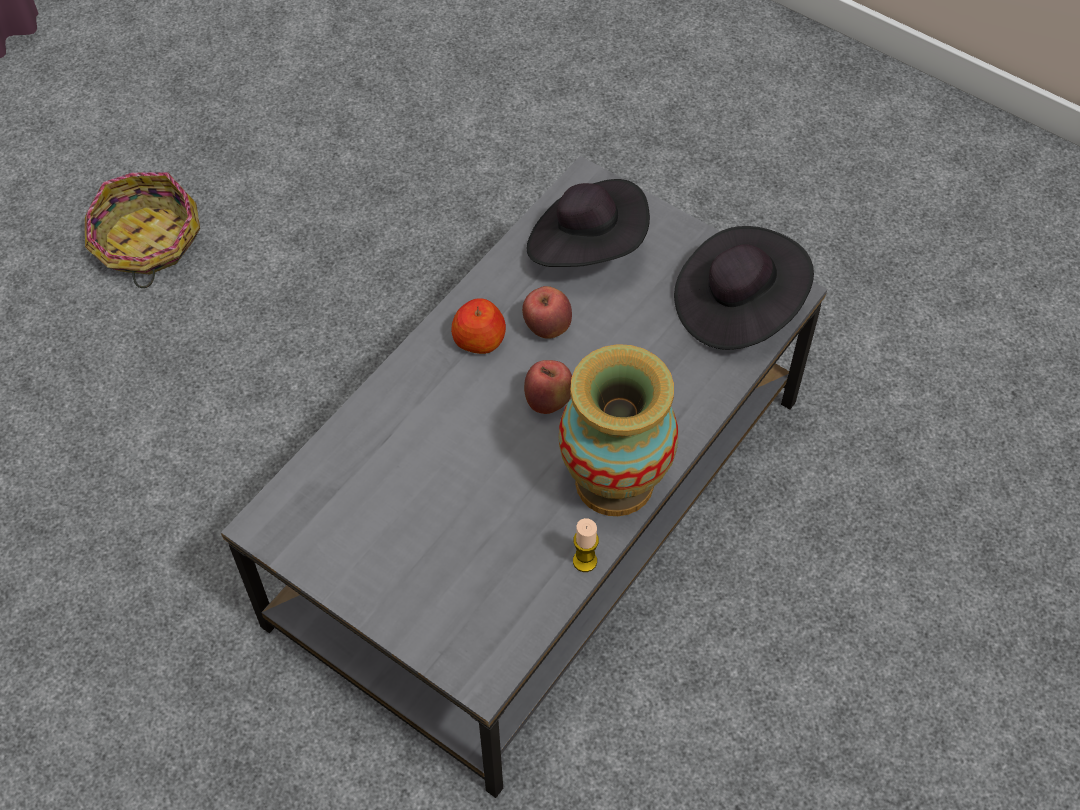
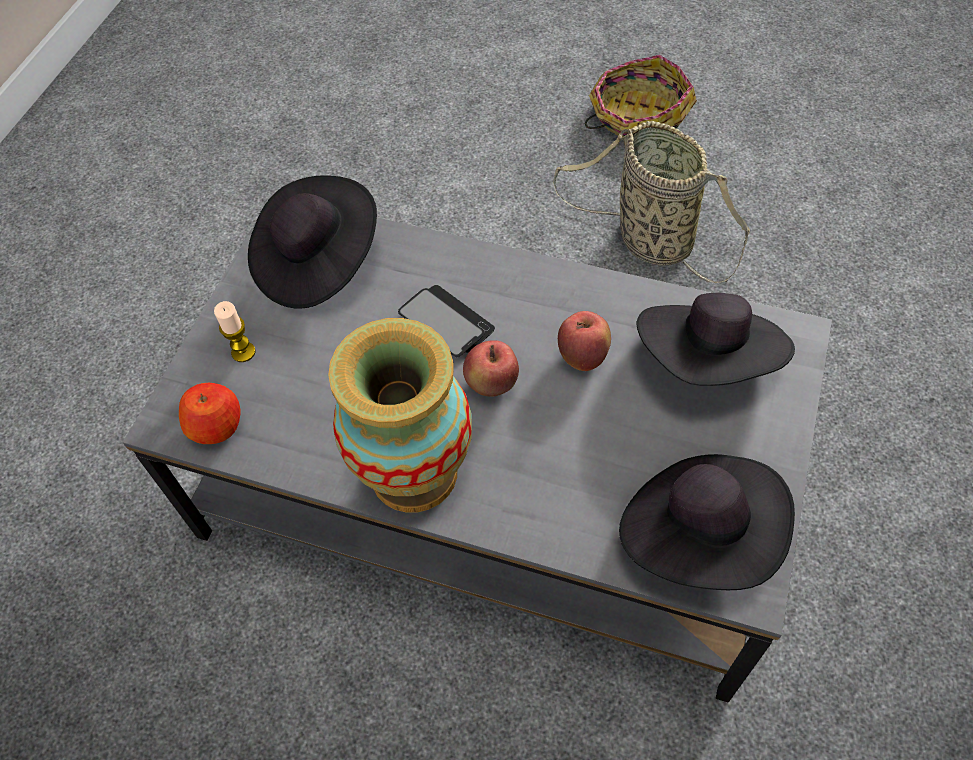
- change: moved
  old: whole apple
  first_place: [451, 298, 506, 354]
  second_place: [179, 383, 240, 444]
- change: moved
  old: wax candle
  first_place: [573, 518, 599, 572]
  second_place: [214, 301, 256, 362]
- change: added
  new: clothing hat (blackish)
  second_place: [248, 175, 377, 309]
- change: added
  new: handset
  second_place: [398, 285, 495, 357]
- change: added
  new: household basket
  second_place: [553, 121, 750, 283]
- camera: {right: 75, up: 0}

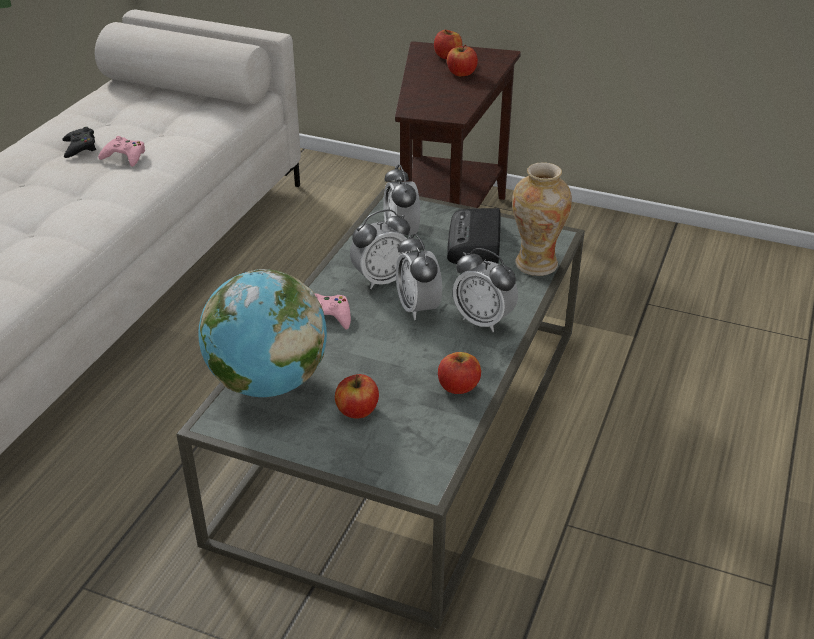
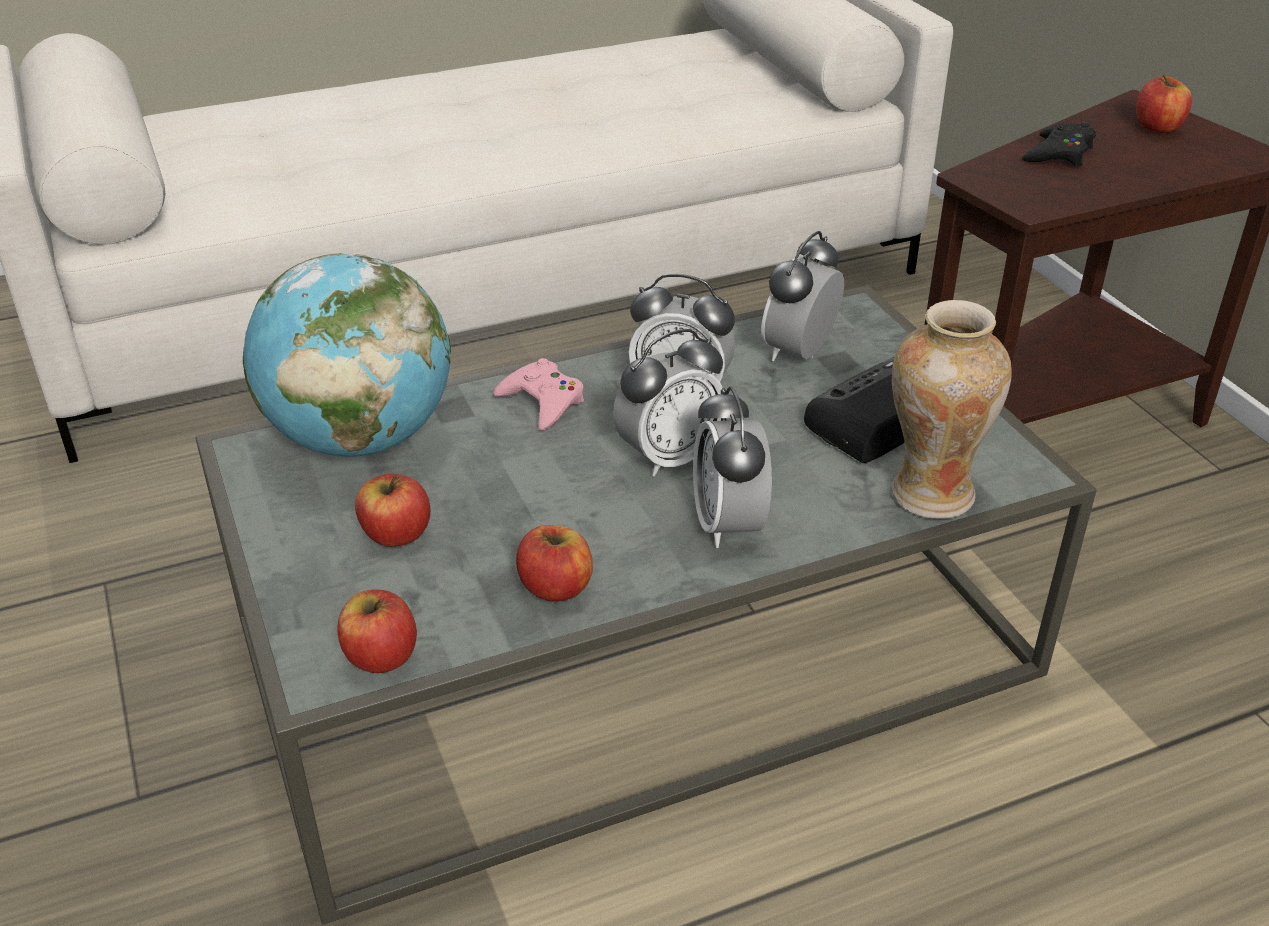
- change: moved
  old: joypad (blackish)
  first_place: [62, 127, 96, 158]
  second_place: [1022, 122, 1096, 166]
- change: removed
  old: joypad (pink-coloured)
  first_place: [98, 136, 145, 167]
- change: turned
  old: bedside clock
  first_place: [396, 234, 442, 320]
  second_place: [613, 329, 723, 477]
  degrees: -150
- change: moved
  old: whole apple
  first_place: [447, 44, 478, 76]
  second_place: [338, 589, 417, 673]
- camera: {right: 45, up: 0}

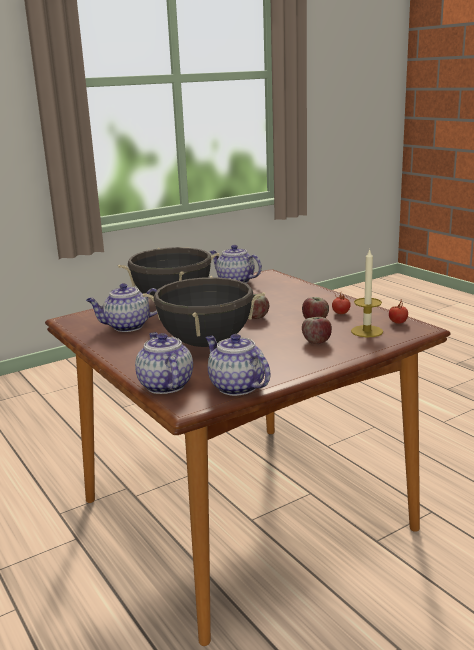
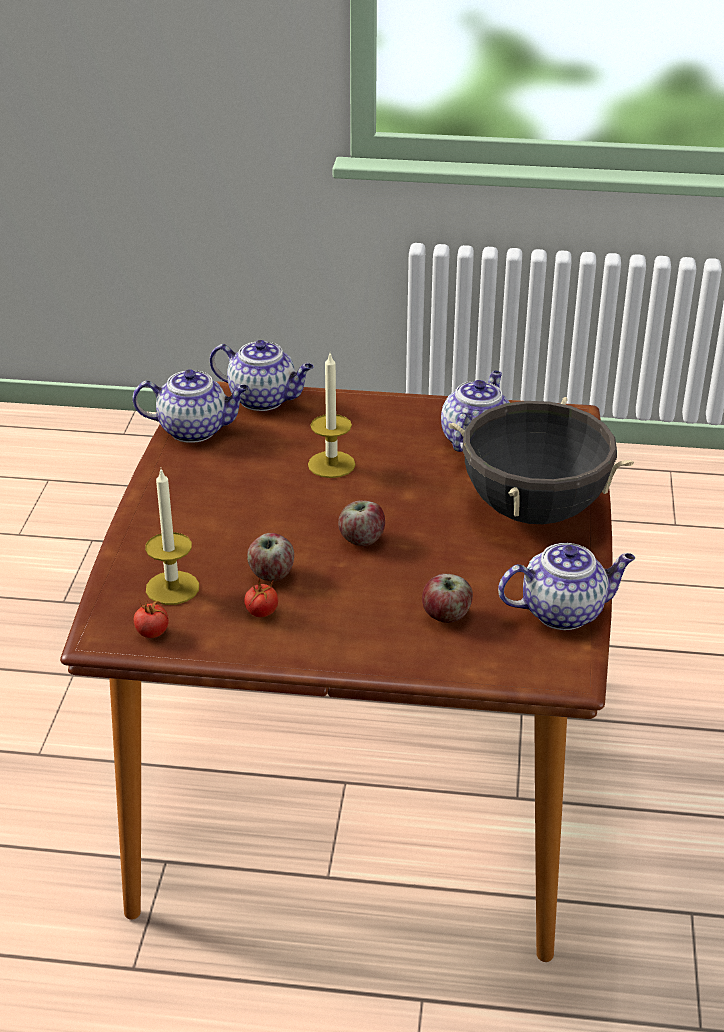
- change: replaced
  old: stockpot (blackish)
  new: wax candle
  first_place: [143, 276, 265, 347]
  second_place: [308, 354, 356, 478]
- change: moved
  old: whole apple
  first_place: [302, 317, 332, 344]
  second_place: [422, 574, 473, 623]
- camera: {right: 130, up: 15}

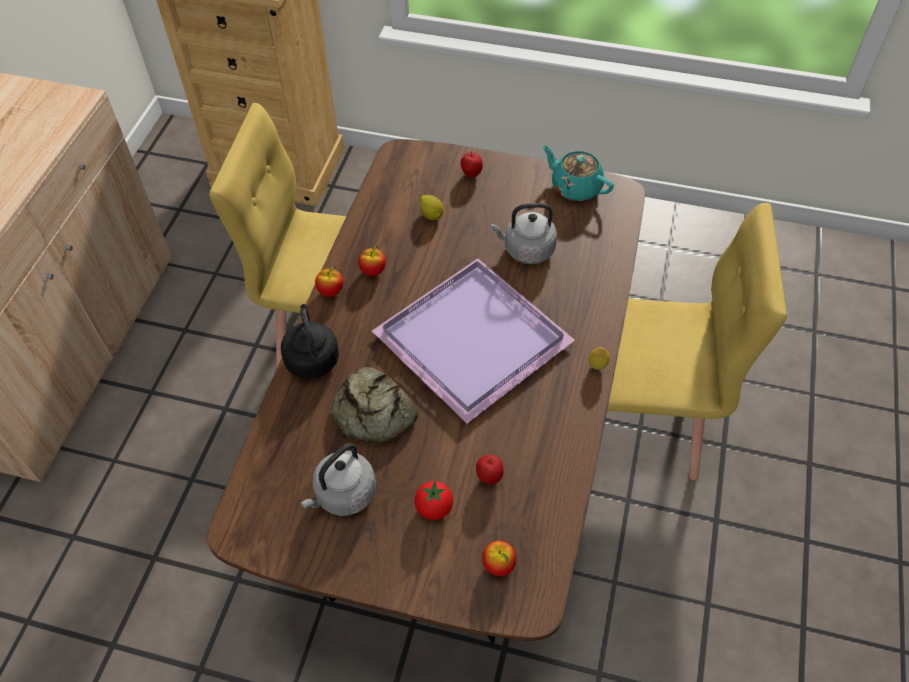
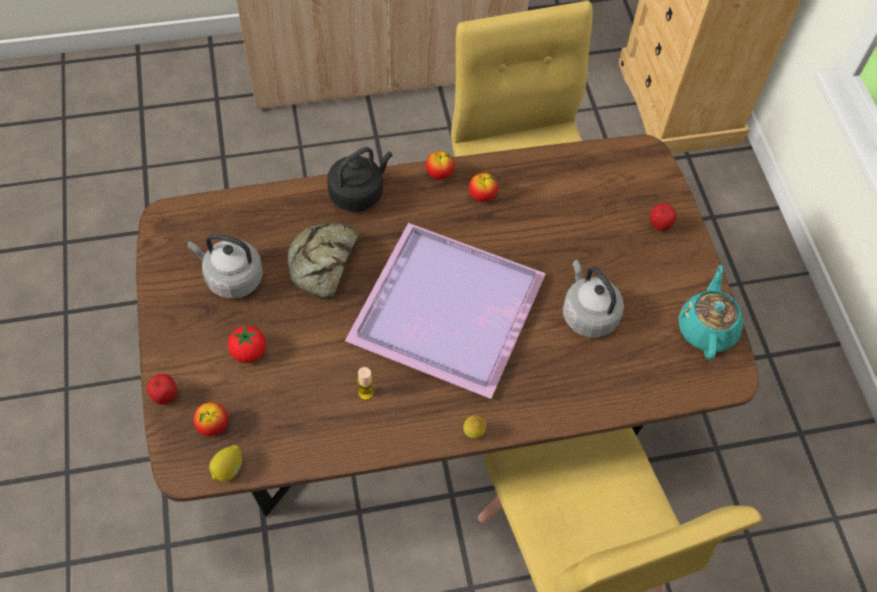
- change: moved
  old: citrus fruit
  first_place: [420, 195, 444, 220]
  second_place: [209, 445, 242, 482]
- change: moved
  old: whole apple
  first_place: [476, 455, 504, 485]
  second_place: [147, 374, 177, 405]
- change: added
  new: wax candle
  second_place: [357, 367, 374, 400]
- camera: {right: 60, up: 5}

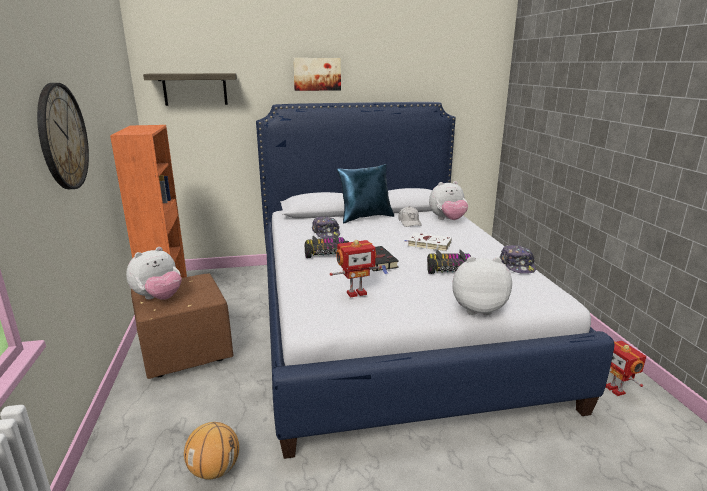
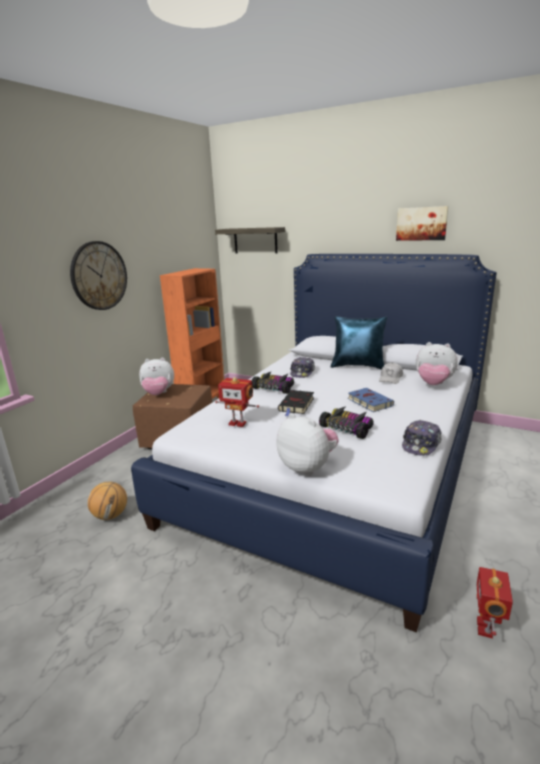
- change: moved
  old: picture
  first_place: [293, 58, 341, 91]
  second_place: [396, 206, 448, 241]
- change: recoloured
  old: volume (white-coloured)
  new: volume (blue)
  first_place: [405, 232, 452, 252]
  second_place: [348, 388, 394, 412]
- camera: {right: 40, up: 0}

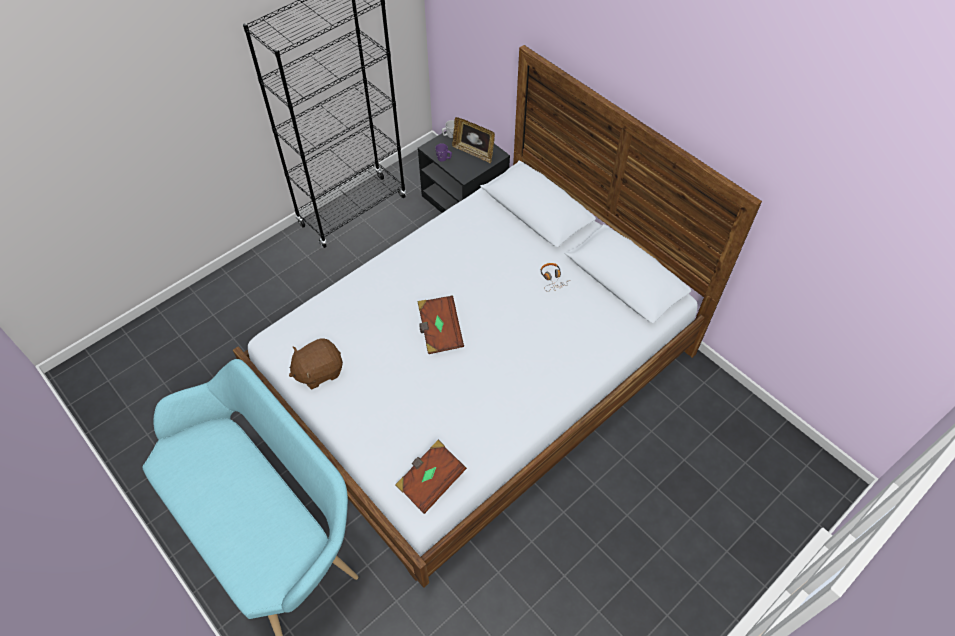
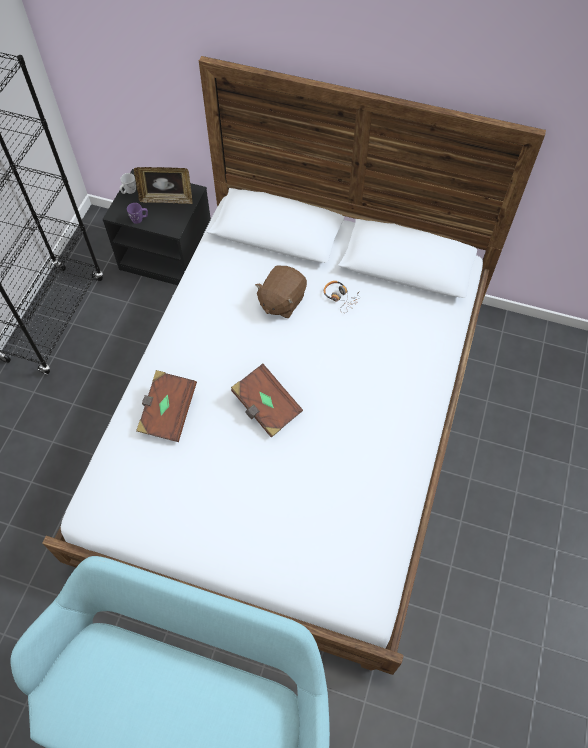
- change: moved
  old: cuddly toy (brownish)
  first_place: [289, 338, 343, 389]
  second_place: [255, 265, 307, 318]
- change: moved
  old: volume (brownish)
  first_place: [395, 440, 467, 514]
  second_place: [136, 370, 197, 442]
- camera: {right: -30, up: 5}

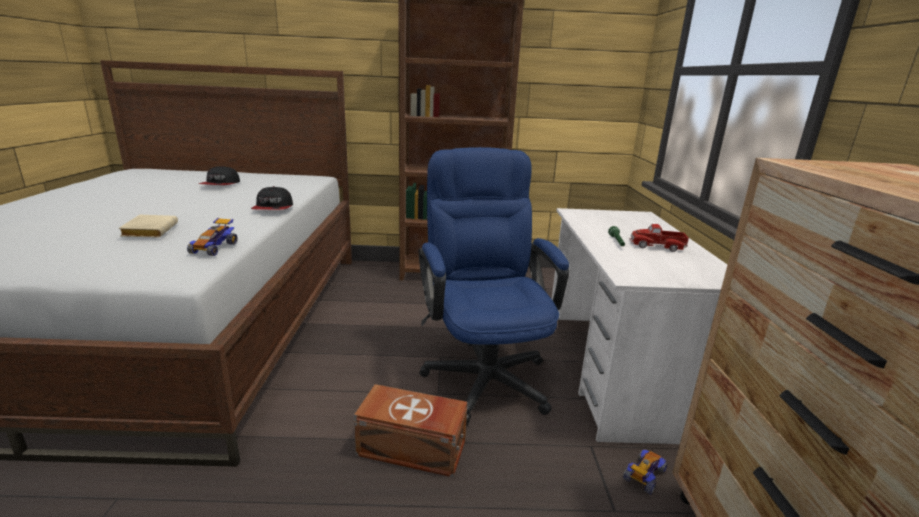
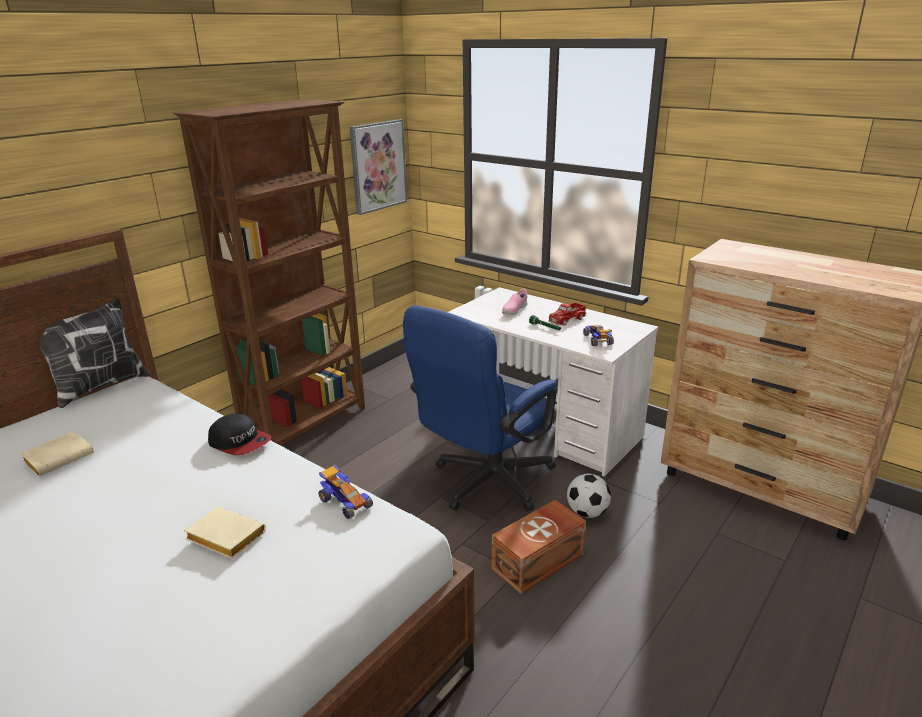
- change: replaced
  old: peaked cap
  new: volume (beige)
  first_place: [199, 166, 240, 185]
  second_place: [20, 431, 93, 476]
- change: turned
  old: office chair (blue)
  first_place: [419, 147, 569, 425]
  second_place: [403, 305, 557, 512]
  degrees: -75
- change: moved
  old: miniature car
  first_place: [623, 449, 668, 494]
  second_place: [583, 325, 614, 346]
- change: added
  new: pillow
  second_place: [40, 298, 150, 408]
- change: added
  new: picture
  second_place: [349, 119, 407, 215]
- change: added
  new: low shoe (pink-coloured)
  second_place: [502, 289, 527, 315]
- change: added
  new: football ball
  second_place: [567, 474, 611, 518]
- camera: {right: -50, up: 5}

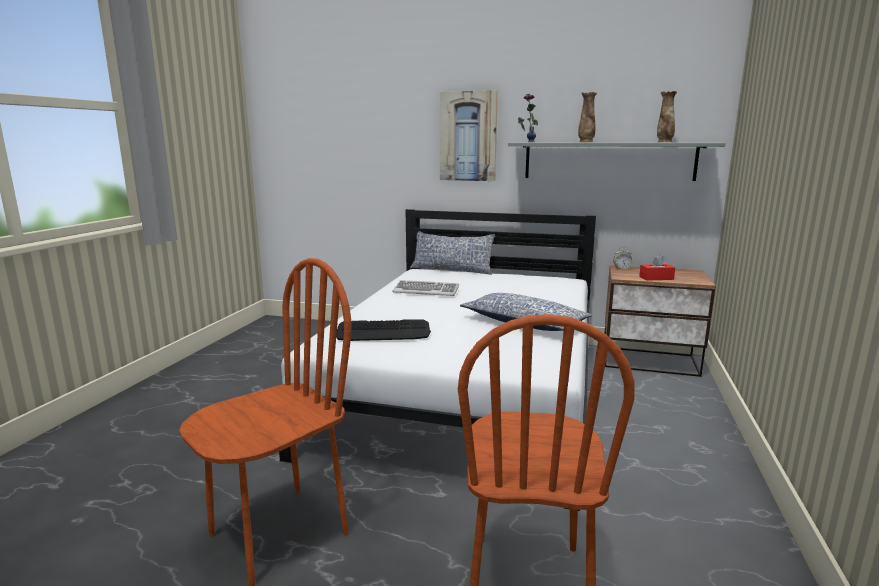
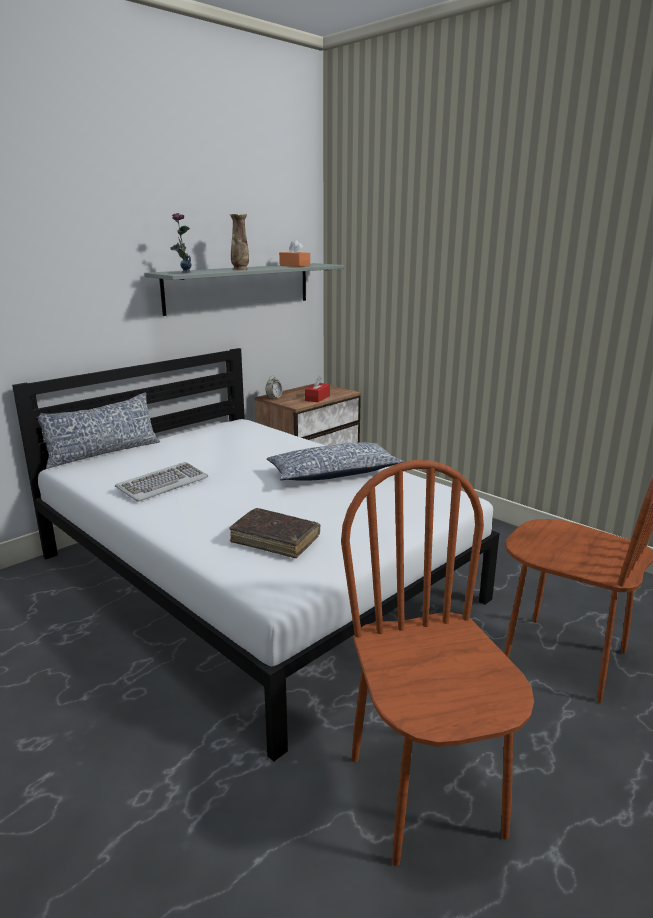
- change: replaced
  old: keyboard
  new: volume (brownish)
  first_place: [336, 320, 431, 341]
  second_place: [229, 508, 320, 558]
- change: removed
  old: picture
  first_place: [440, 90, 498, 181]
- change: replaced
  old: vase
  new: tissue holder (orange-coloured)
  first_place: [657, 91, 678, 142]
  second_place: [279, 239, 310, 267]
- camera: {right: -60, up: 5}

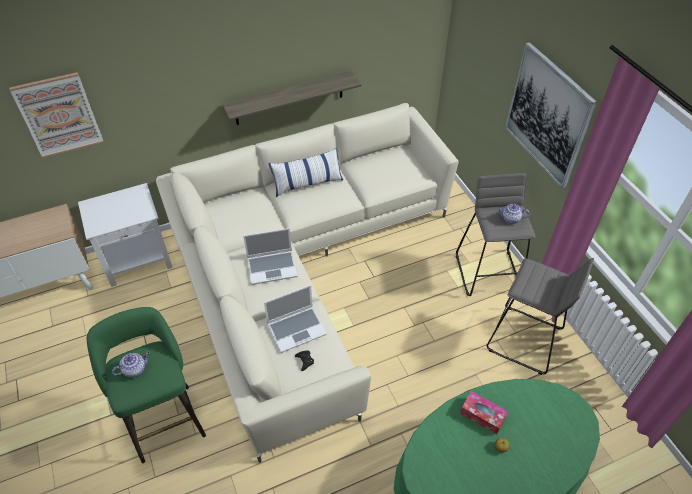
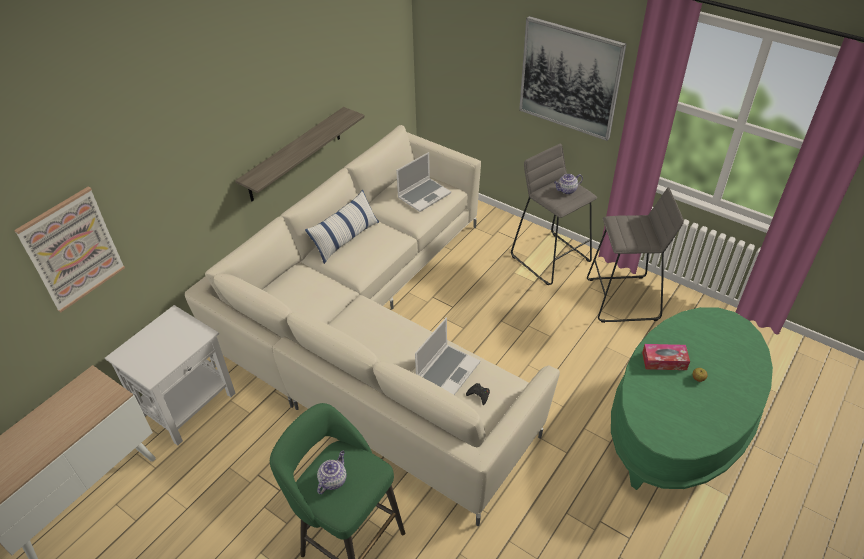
- change: moved
  old: laptop
  first_place: [243, 228, 297, 285]
  second_place: [396, 152, 451, 212]
- camera: {right: -30, up: -5}

